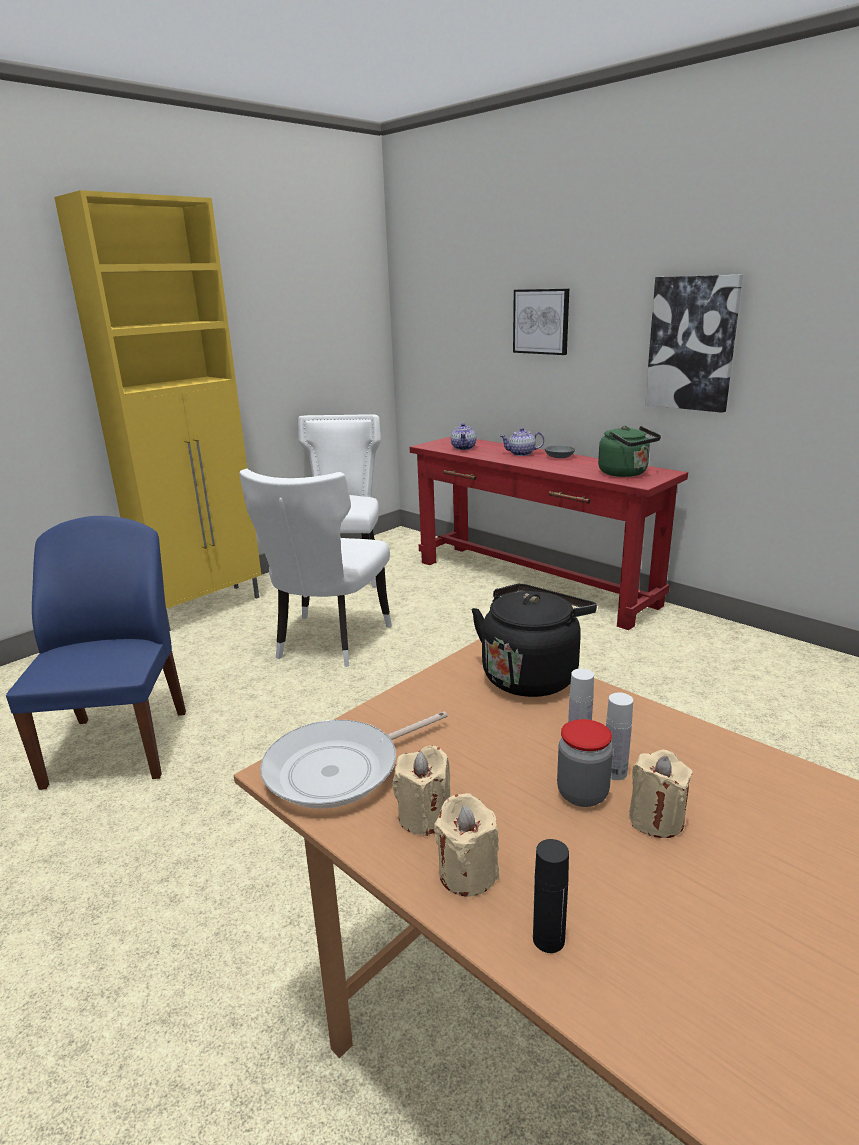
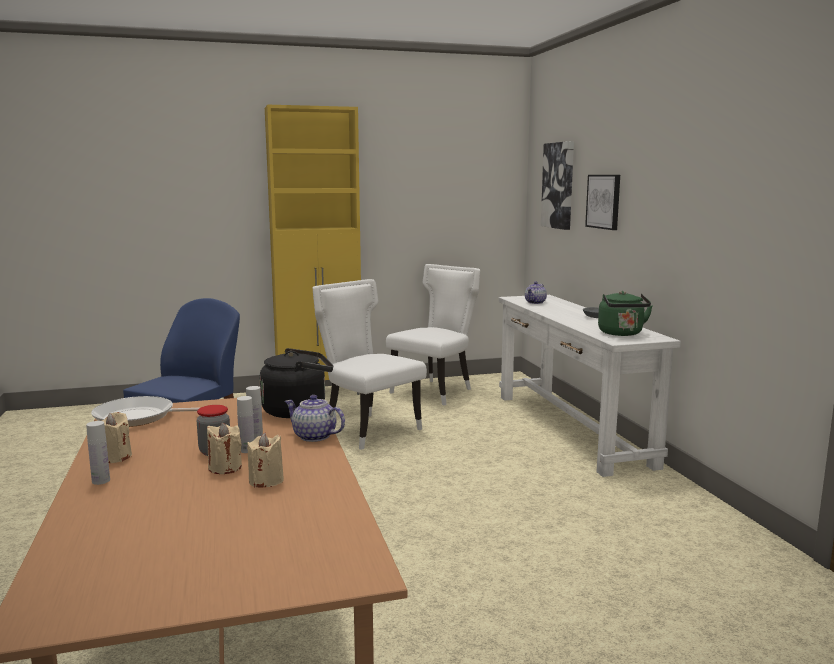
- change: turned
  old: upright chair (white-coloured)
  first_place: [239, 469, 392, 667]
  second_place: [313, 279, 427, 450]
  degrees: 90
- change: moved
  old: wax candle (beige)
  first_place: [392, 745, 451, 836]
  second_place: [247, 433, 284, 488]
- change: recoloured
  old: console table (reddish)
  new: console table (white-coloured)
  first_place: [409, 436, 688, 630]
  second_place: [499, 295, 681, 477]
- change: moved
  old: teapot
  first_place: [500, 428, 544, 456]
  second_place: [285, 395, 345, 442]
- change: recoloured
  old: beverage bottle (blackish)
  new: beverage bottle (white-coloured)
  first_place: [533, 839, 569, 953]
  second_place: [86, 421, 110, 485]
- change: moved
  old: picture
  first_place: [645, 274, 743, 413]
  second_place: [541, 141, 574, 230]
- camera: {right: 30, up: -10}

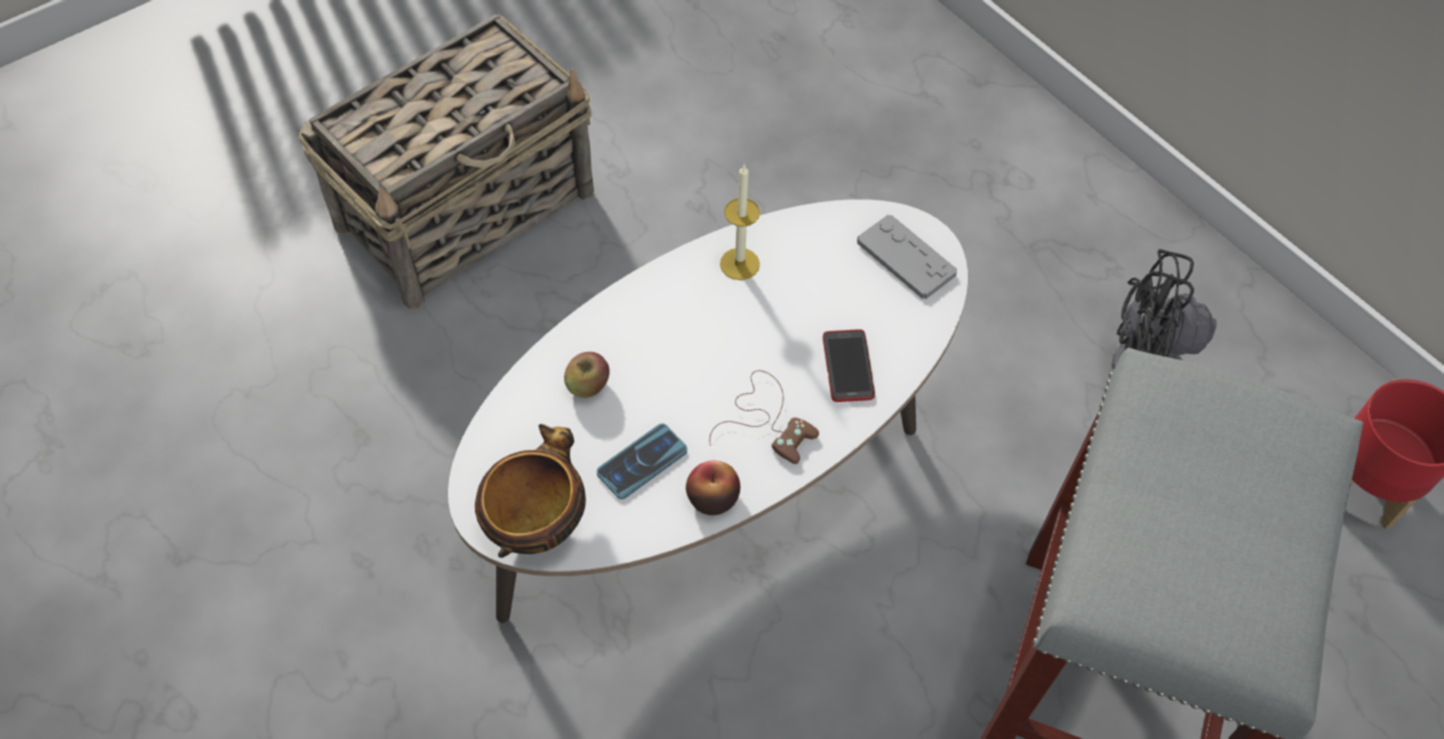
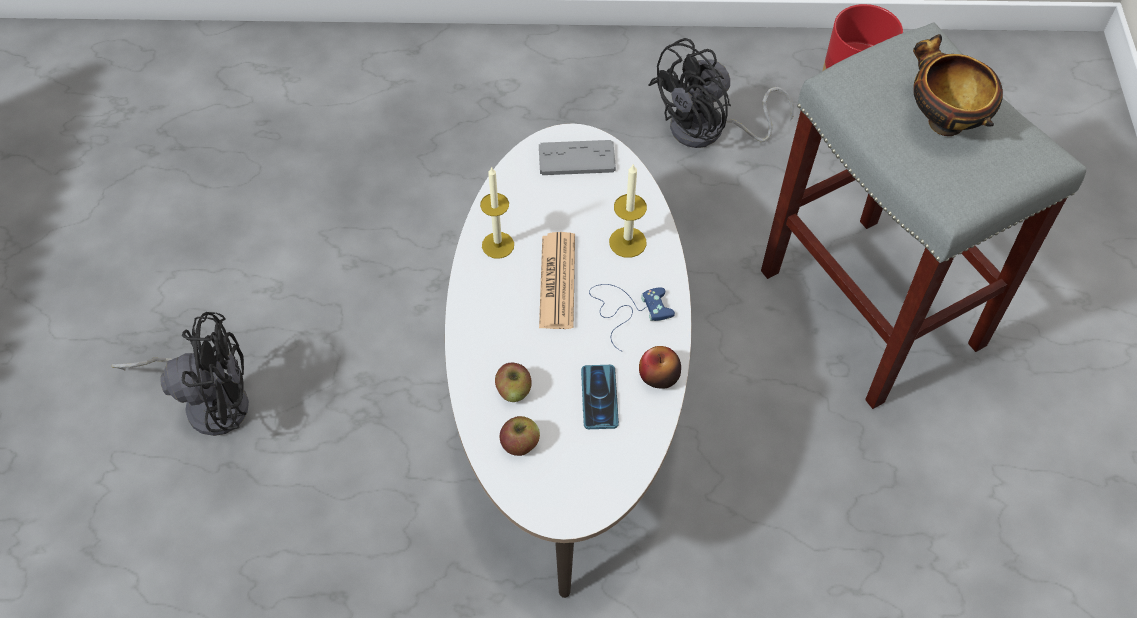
- change: replaced
  old: household basket
  new: electric fan (blackish)
  first_place: [298, 14, 594, 309]
  second_place: [112, 312, 249, 436]
- change: moved
  old: serving bowl
  first_place: [475, 424, 586, 558]
  second_place: [913, 34, 1003, 136]
- change: recoloured
  old: joypad (brownish)
  new: joypad (blue)
  first_place: [709, 370, 819, 464]
  second_place: [589, 284, 675, 352]
- change: replaced
  old: handset
  new: wax candle
  first_place: [823, 329, 875, 402]
  second_place: [609, 163, 647, 258]
- change: added
  new: whole apple
  second_place: [500, 416, 540, 456]
- change: added
  new: daily paper
  second_place: [539, 232, 575, 329]
- camera: {right: -50, up: 0}

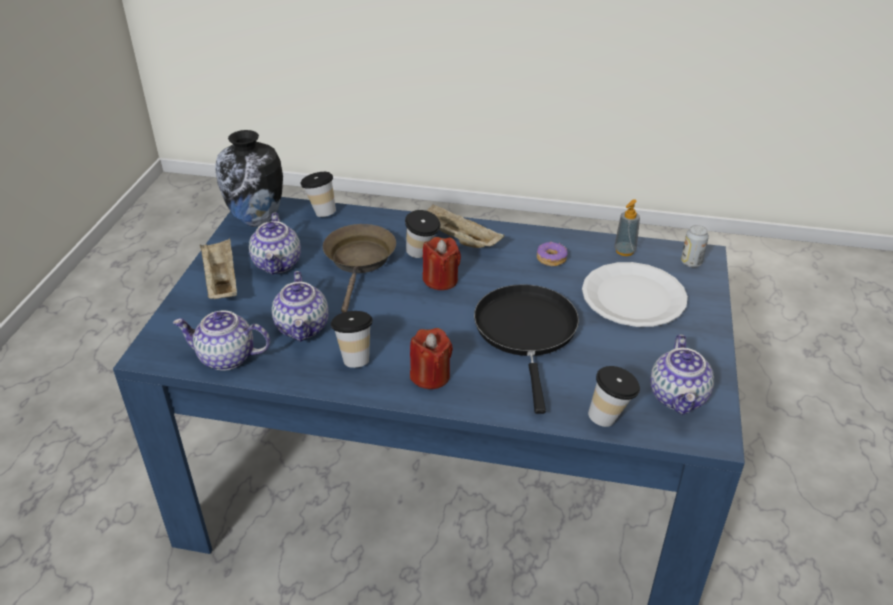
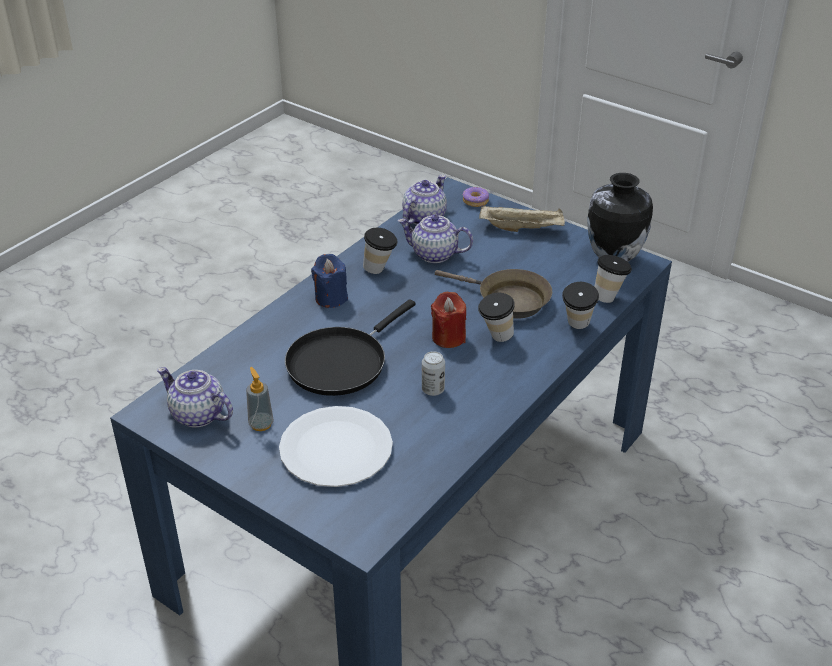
- change: removed
  old: teapot
  first_place: [249, 213, 301, 275]
- change: recoloured
  old: wax candle (reddish)
  new: wax candle (blue)
  first_place: [410, 328, 453, 389]
  second_place: [311, 254, 348, 308]
- change: removed
  old: serving tray (beige)
  first_place: [427, 204, 505, 248]
- change: turned
  old: frying pan (blackish)
  first_place: [474, 284, 579, 414]
  second_place: [285, 299, 416, 396]
  degrees: 105
- change: moved
  old: donut
  first_place: [537, 242, 568, 266]
  second_place: [463, 187, 489, 207]
- change: moved
  old: cup
  first_place: [588, 366, 640, 427]
  second_place: [562, 282, 599, 329]
- change: moved
  old: soap bottle
  first_place: [614, 199, 640, 256]
  second_place: [246, 367, 274, 431]
- change: moved
  old: sealed can
  first_place: [681, 225, 709, 267]
  second_place: [422, 351, 445, 396]
- camera: {right: 115, up: 0}

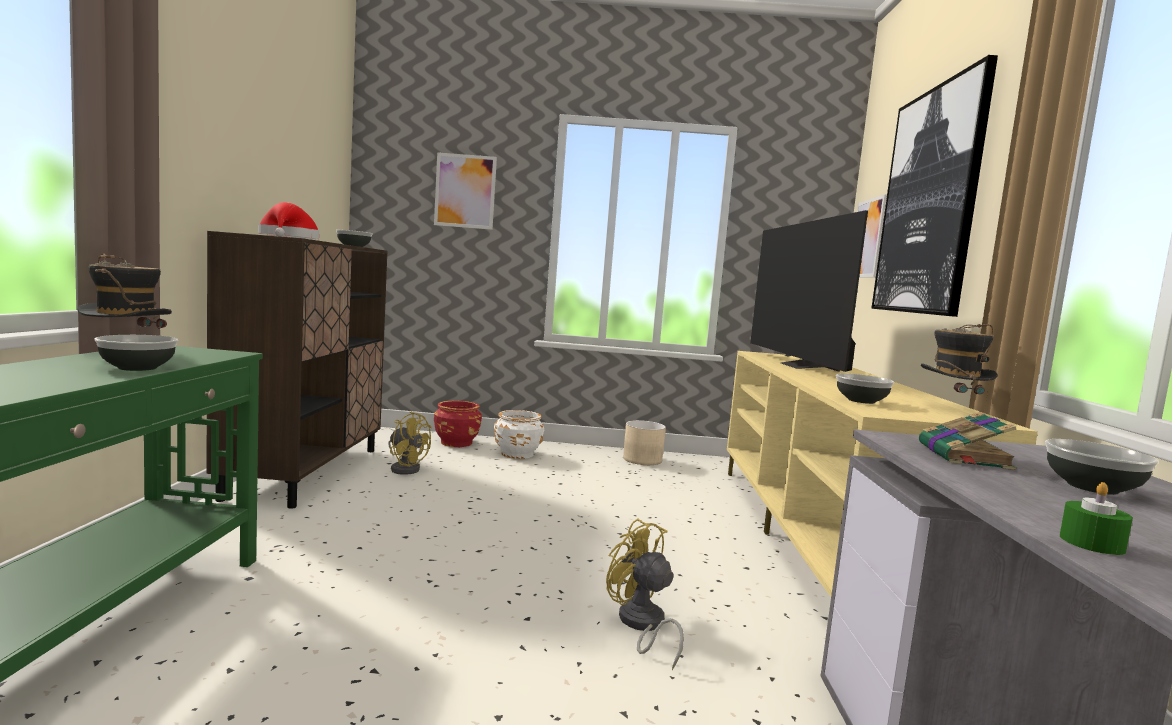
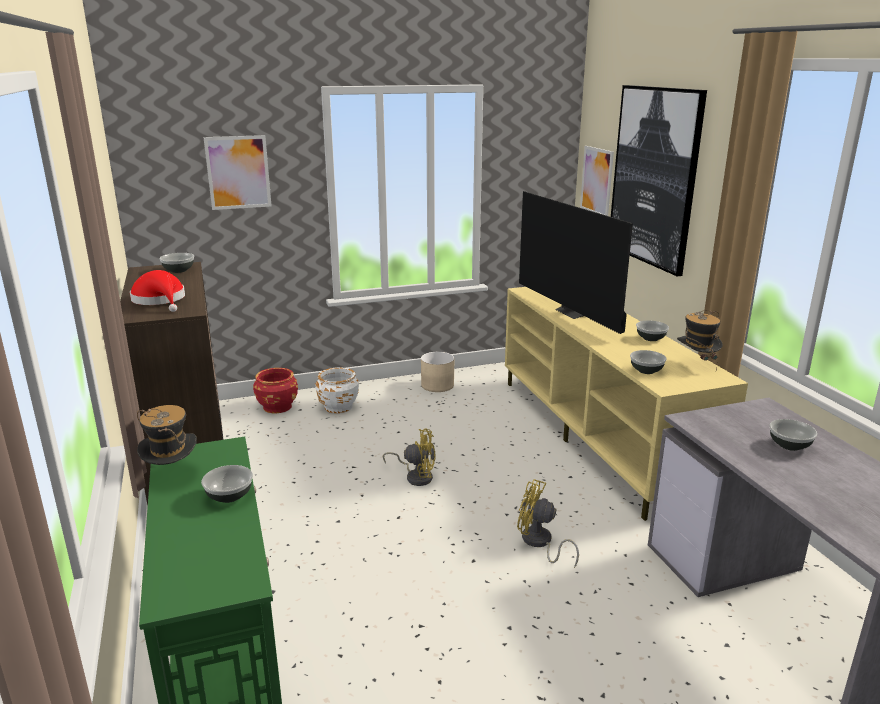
- change: moved
  old: electric fan (yellow)
  first_place: [388, 411, 432, 475]
  second_place: [383, 429, 436, 486]
- change: removed
  old: volume
  first_place: [919, 412, 1016, 470]
- change: removed
  old: wax candle (greenish)
  first_place: [1060, 482, 1133, 555]
- change: added
  new: serving bowl
  second_place: [636, 321, 669, 341]
- camera: {right: -20, up: 15}

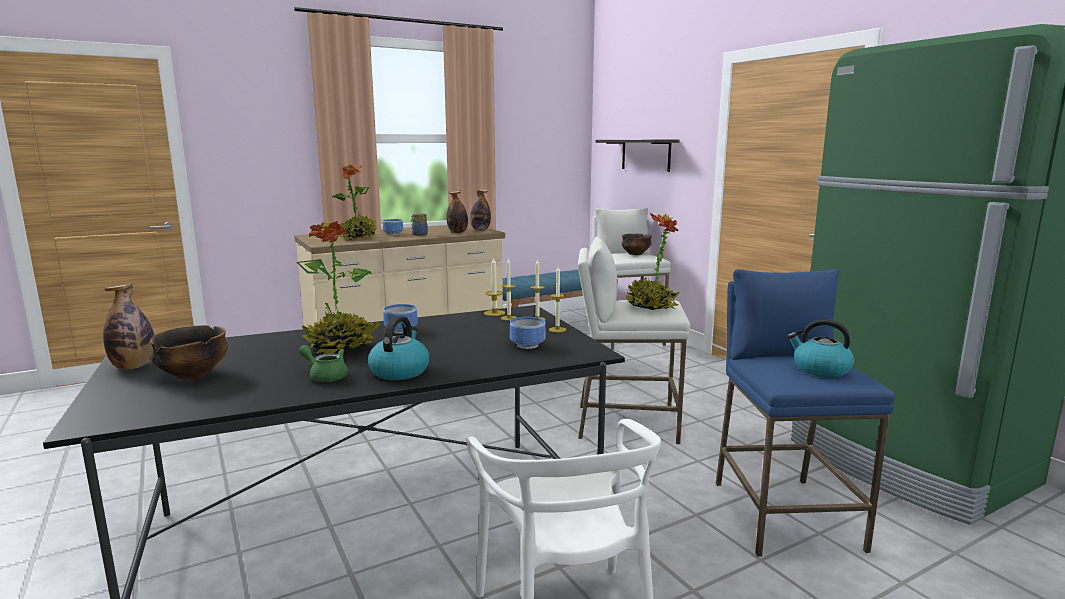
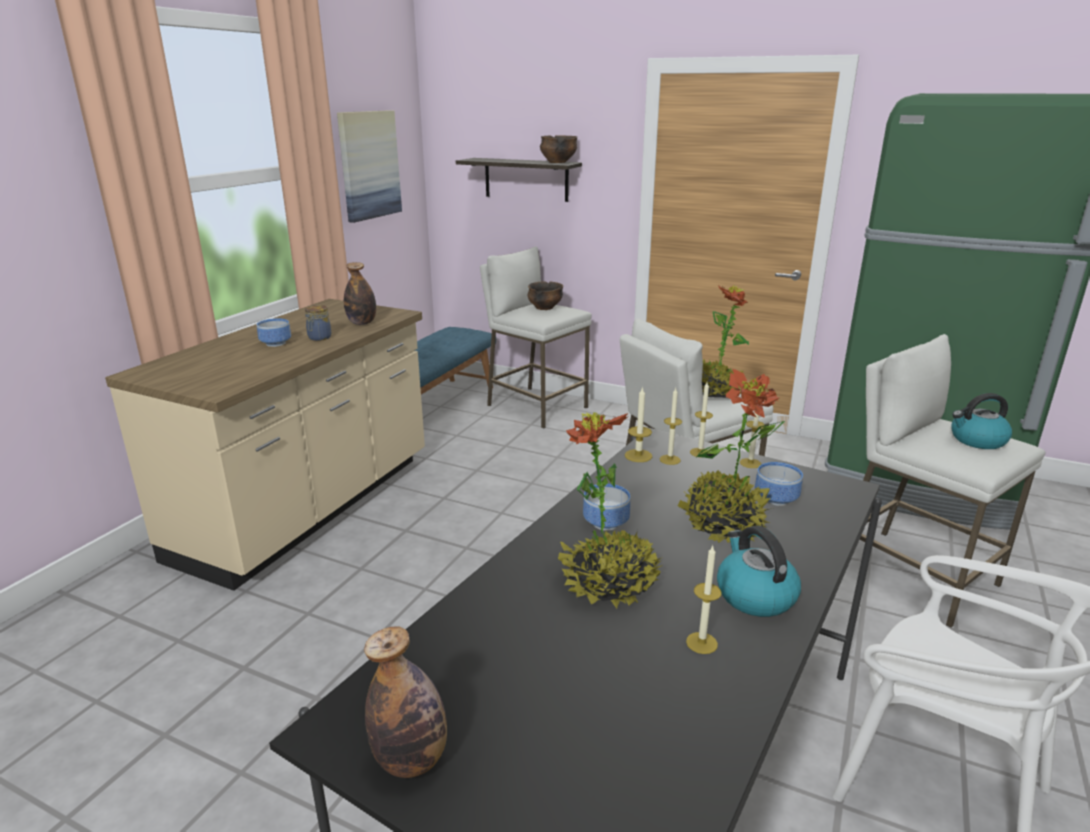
- change: moved
  old: serving bowl
  first_place: [150, 325, 228, 380]
  second_place: [540, 135, 578, 163]
- change: replaced
  old: teapot (greenish)
  new: wax candle
  first_place: [299, 345, 348, 382]
  second_place: [686, 546, 722, 654]
- change: moved
  old: plant in a pot
  first_place: [332, 163, 377, 240]
  second_place: [678, 368, 785, 543]
- change: removed
  old: beverage bottle
  first_place: [470, 189, 491, 230]
- change: recoloured
  old: sitting stool (blue)
  new: sitting stool (white-coloured)
  first_place: [716, 269, 896, 557]
  second_place: [860, 334, 1046, 628]
- change: added
  new: picture
  second_place: [337, 110, 402, 223]
- camera: {right: -35, up: 10}

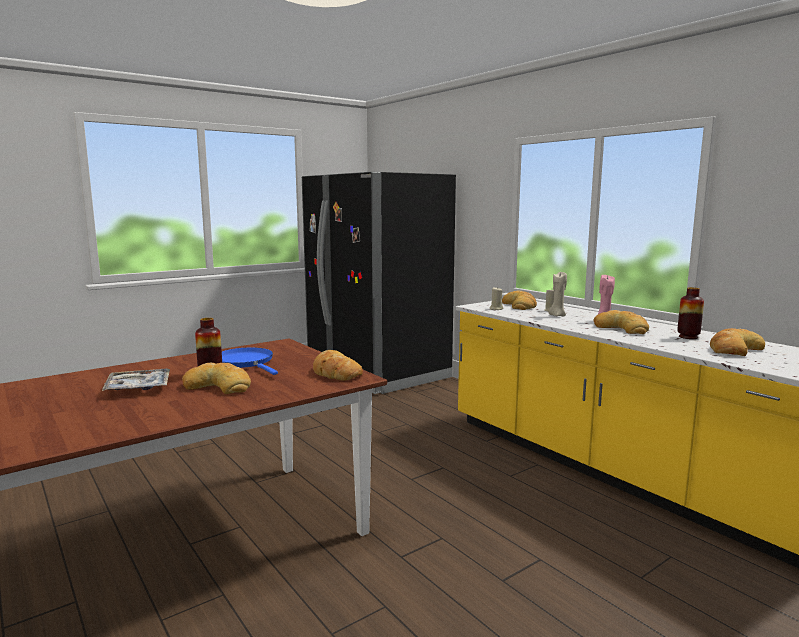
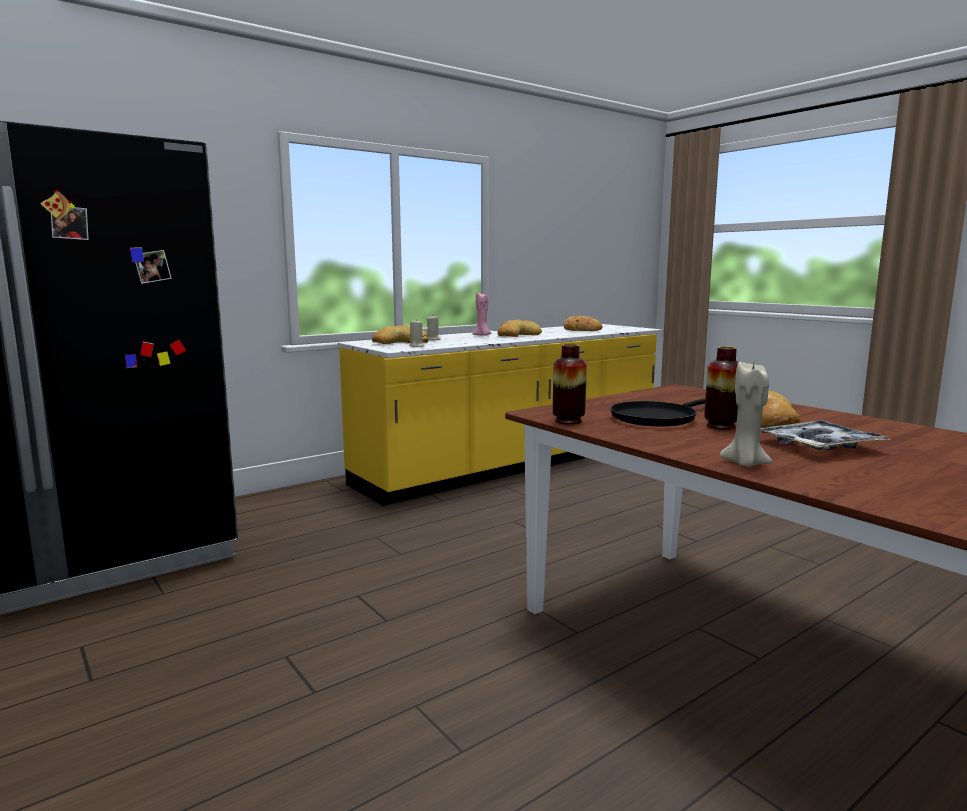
- change: recoloured
  old: frying pan (blue)
  new: frying pan (blackish)
  first_place: [222, 347, 278, 375]
  second_place: [610, 398, 705, 426]
- change: removed
  old: baked bread
  first_place: [313, 350, 363, 381]
- change: moved
  old: wax candle (beige)
  first_place: [548, 272, 567, 316]
  second_place: [720, 362, 773, 467]
- change: moved
  old: vase
  first_place: [677, 287, 704, 339]
  second_place: [553, 344, 587, 424]
- camera: {right: -90, up: 0}

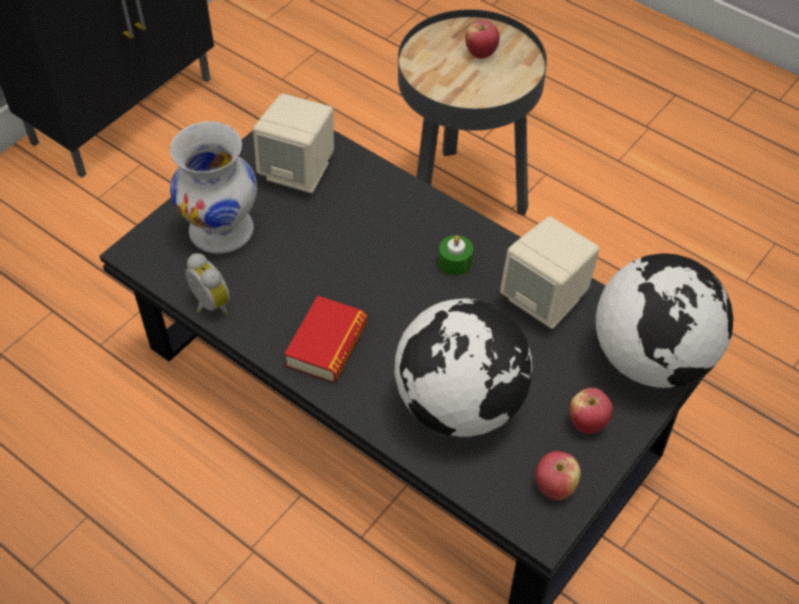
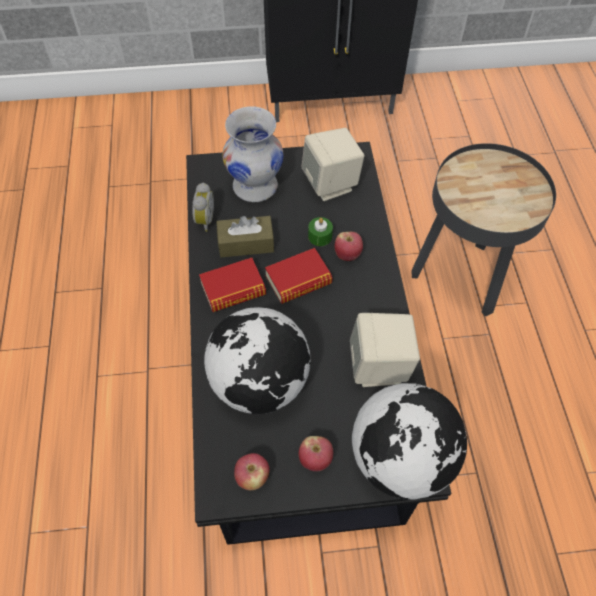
- change: moved
  old: wax candle (greenish)
  first_place: [439, 235, 473, 275]
  second_place: [308, 217, 333, 246]
- change: moved
  old: whole apple
  first_place: [465, 20, 499, 59]
  second_place: [335, 232, 363, 261]
- change: added
  new: tissue holder (brownish)
  second_place: [216, 216, 274, 257]
- change: added
  new: volume
  second_place: [265, 248, 332, 304]
- camera: {right: 45, up: 5}

